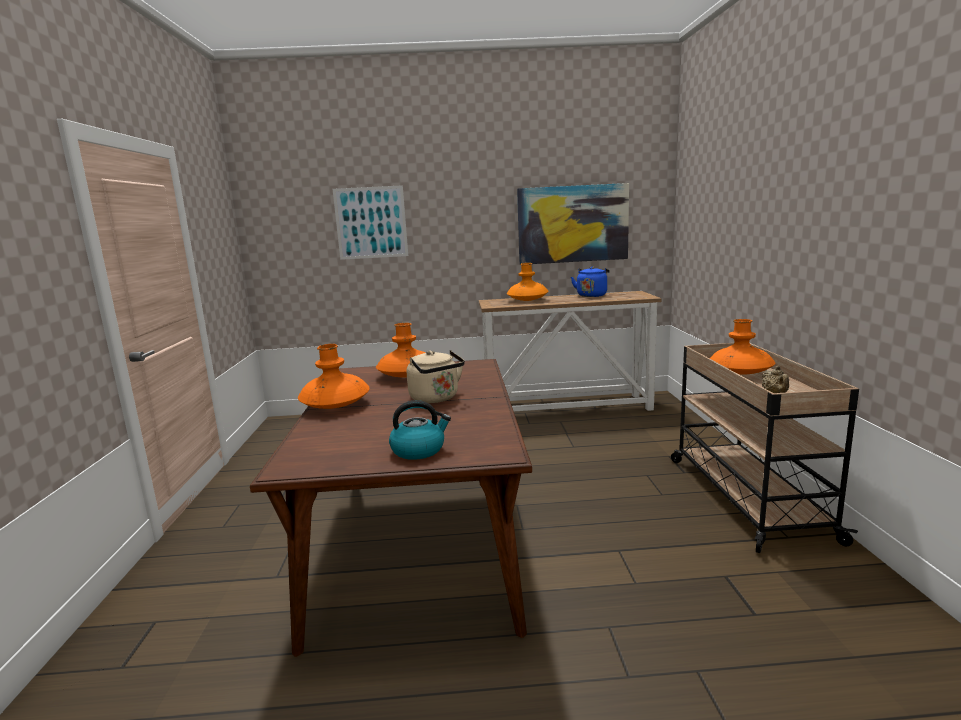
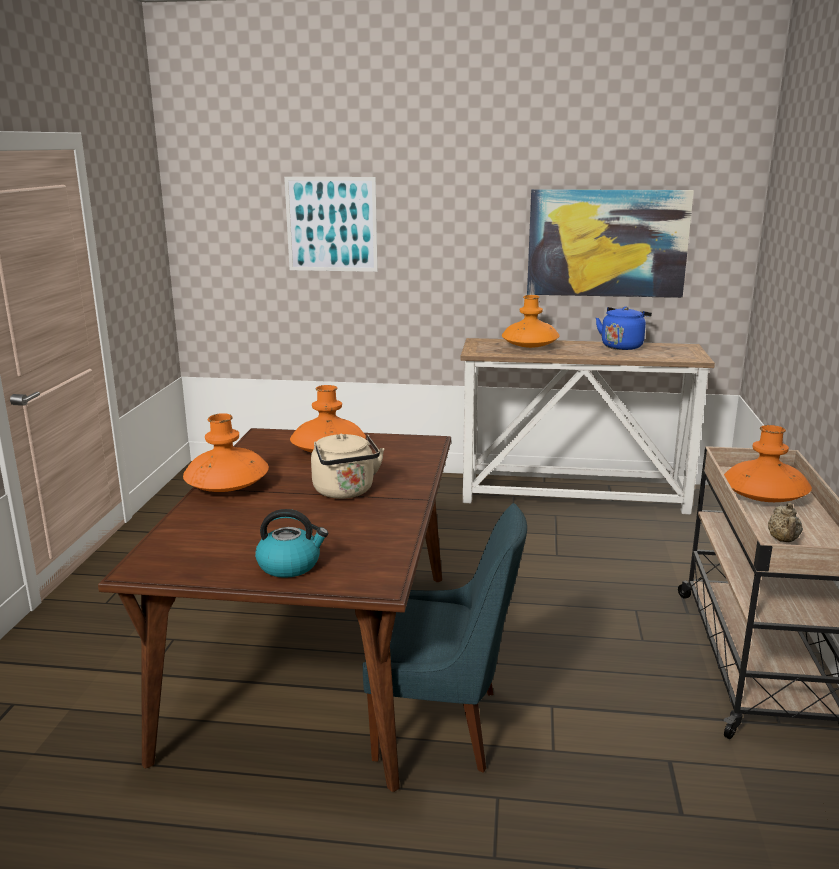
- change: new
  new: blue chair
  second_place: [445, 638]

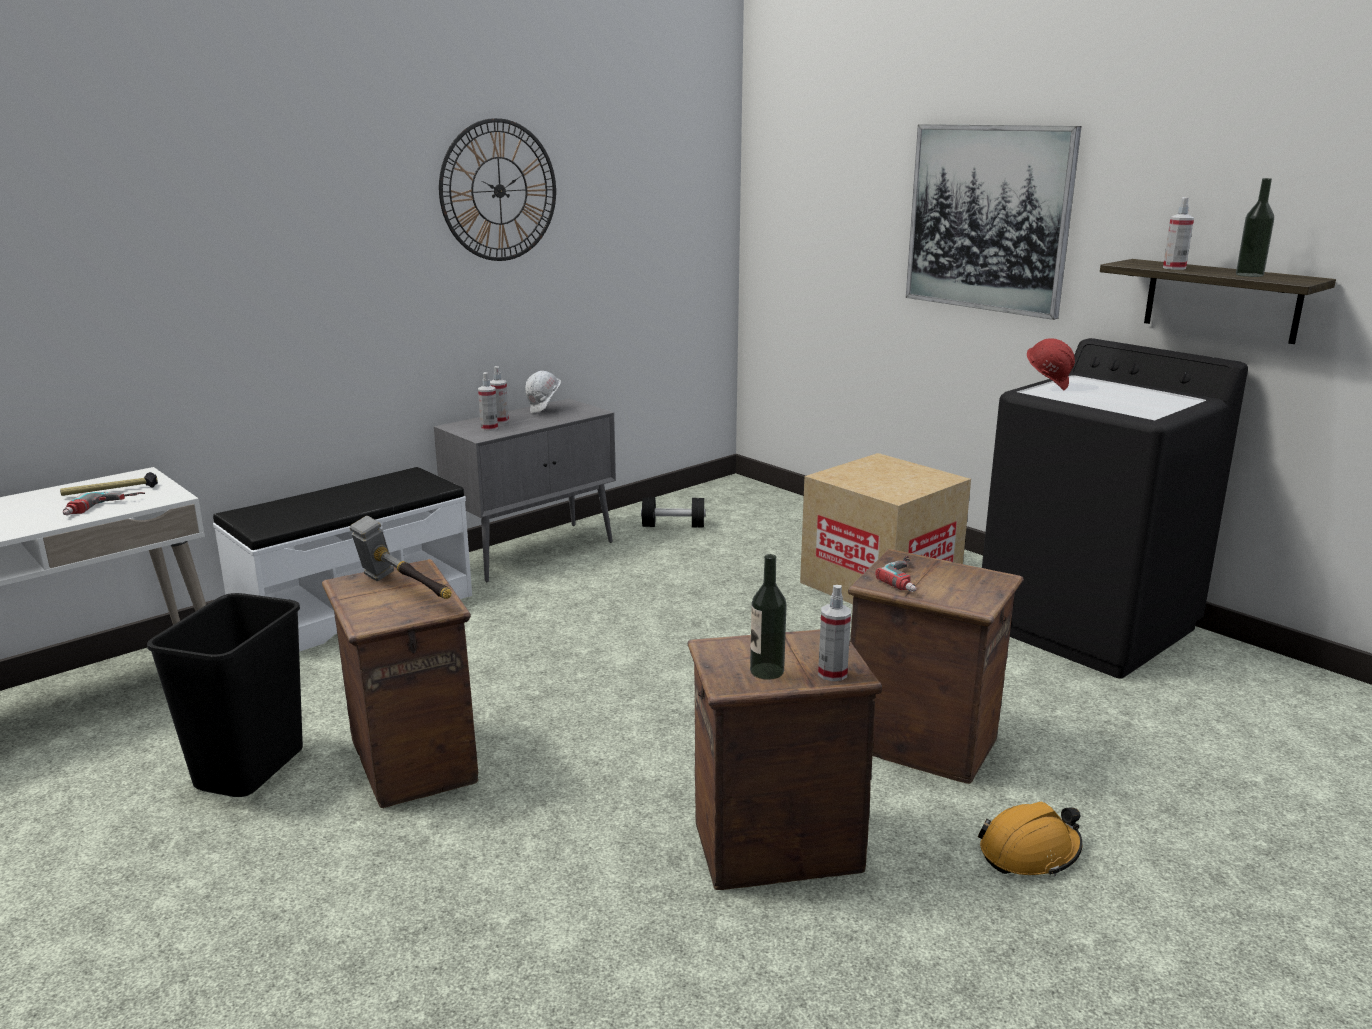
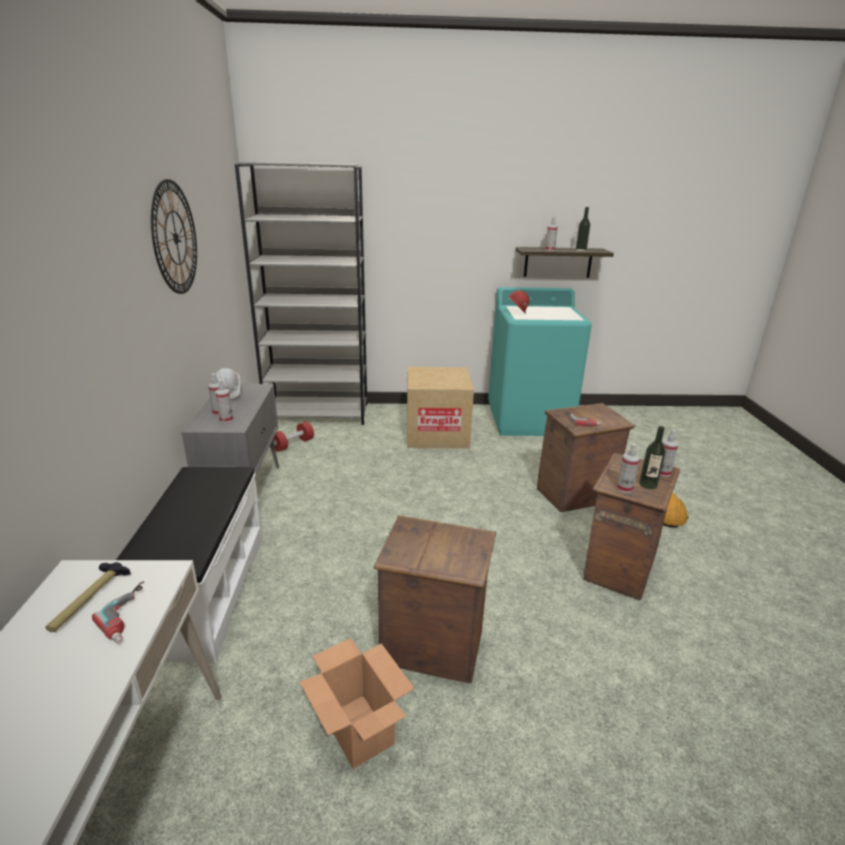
- change: gone
  old: hammer
  first_place: [401, 557]
- change: gone
  old: picture
  first_place: [994, 222]
- change: new
  new: grey bookcase
  second_place: [301, 293]
- change: new
  new: spray bottle
  second_place: [628, 468]
- change: swapped
  old: black trash can
  new: cardboard box
  first_place: [225, 695]
  second_place: [357, 703]
- change: repainted
  old: black dumbbell
  new: red dumbbell
  first_place: [673, 512]
  second_place: [293, 436]
- change: repainted
  old: black washing machine
  new: turquoise washing machine
  first_place: [1115, 508]
  second_place: [540, 361]

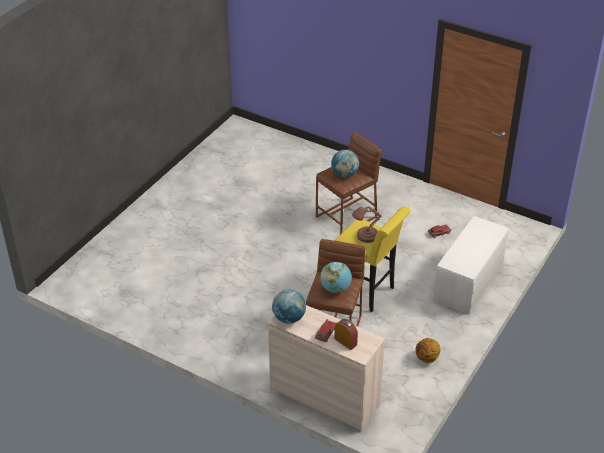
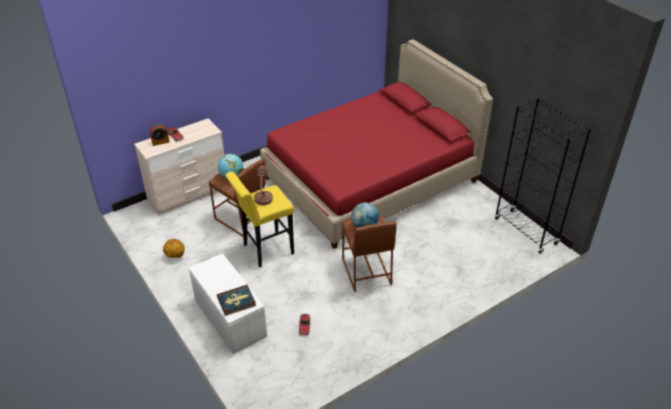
- change: gone
  old: globe
  first_place: [289, 306]
- change: new
  new: book
  second_place: [236, 300]
- change: new
  new: red bed
  second_place: [376, 144]
- change: new
  new: black bookcase
  second_place: [543, 176]

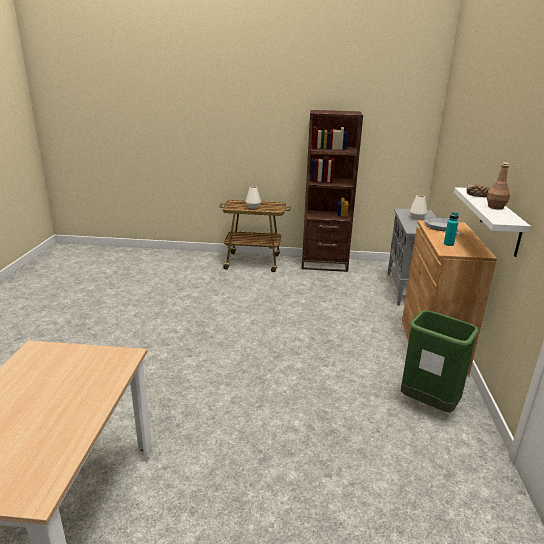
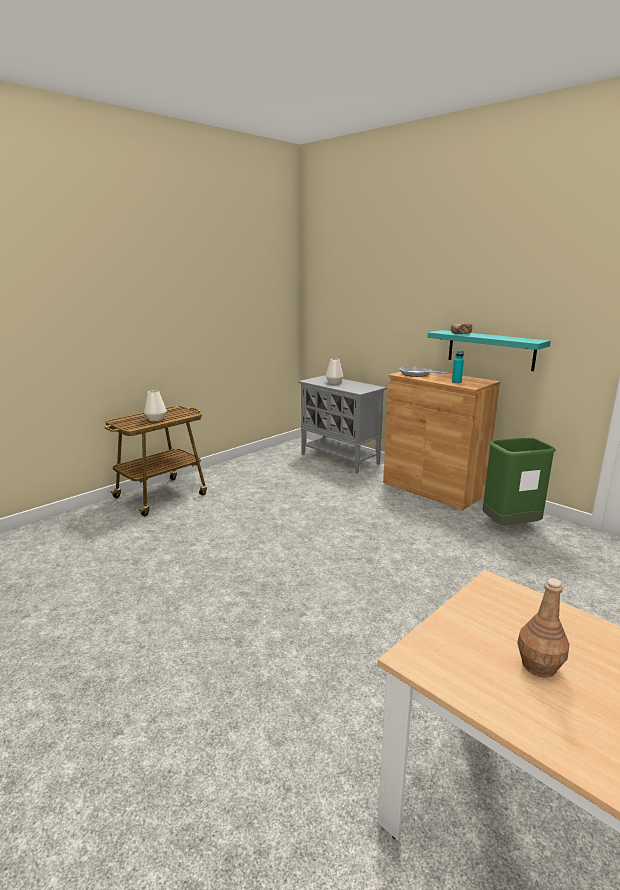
- change: gone
  old: brown bookcase
  first_place: [332, 191]
- change: shifted
  old: brown bottle
  first_place: [498, 185]
  second_place: [543, 628]
- change: repainted
  old: white shelf
  new: turquoise shelf
  first_place: [492, 222]
  second_place: [489, 350]

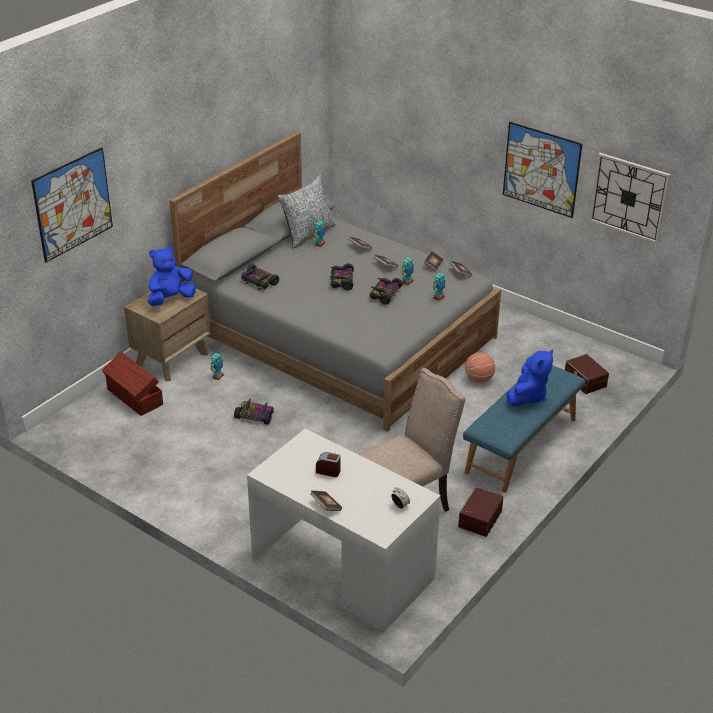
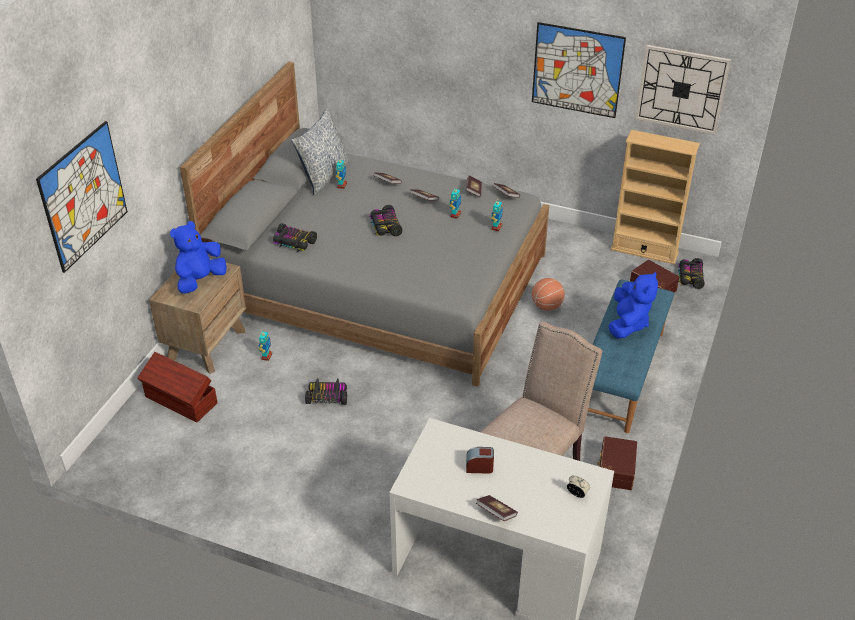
- change: new
  new: beige bookcase
  second_place: [655, 197]
- change: shifted
  old: toy car
  first_place: [385, 291]
  second_place: [691, 273]

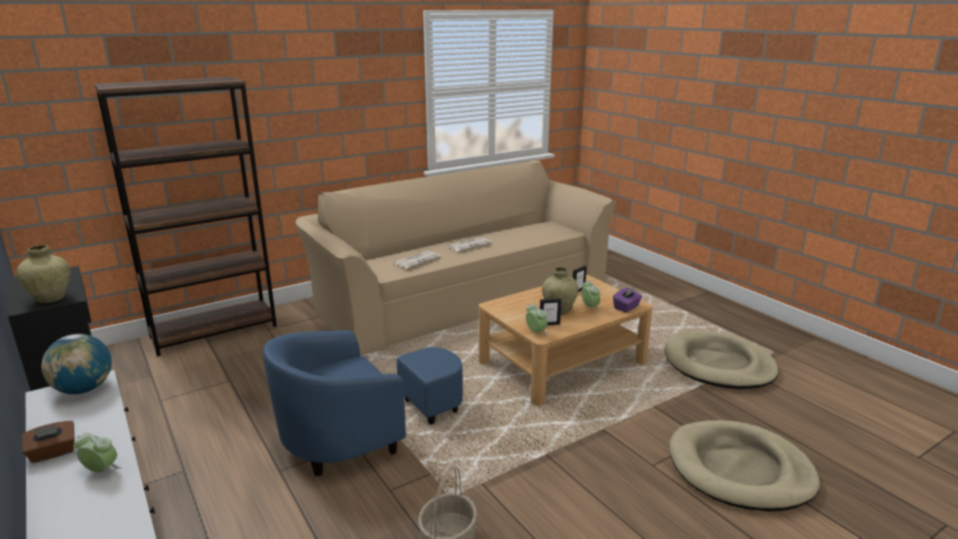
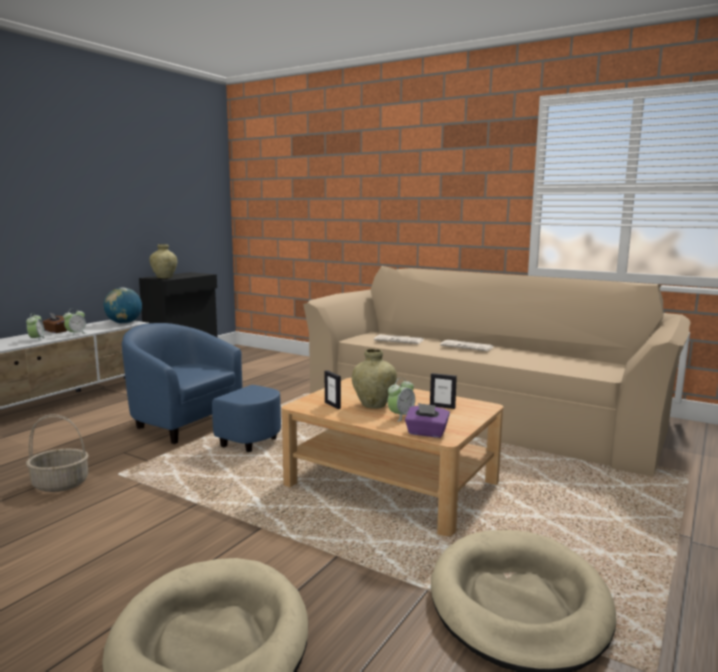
- change: gone
  old: brown bookcase
  first_place: [185, 216]
- change: shifted
  old: alarm clock
  first_place: [537, 319]
  second_place: [75, 322]

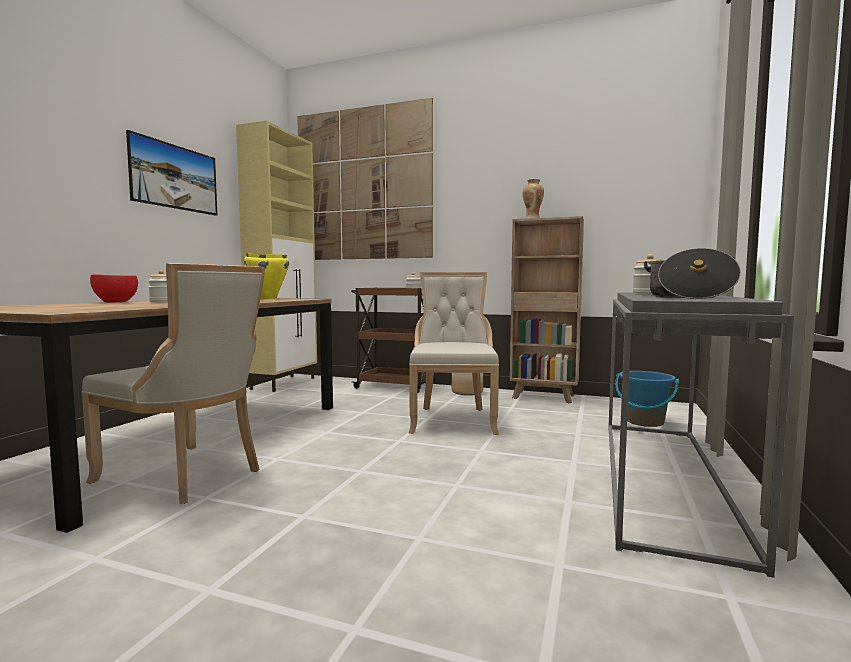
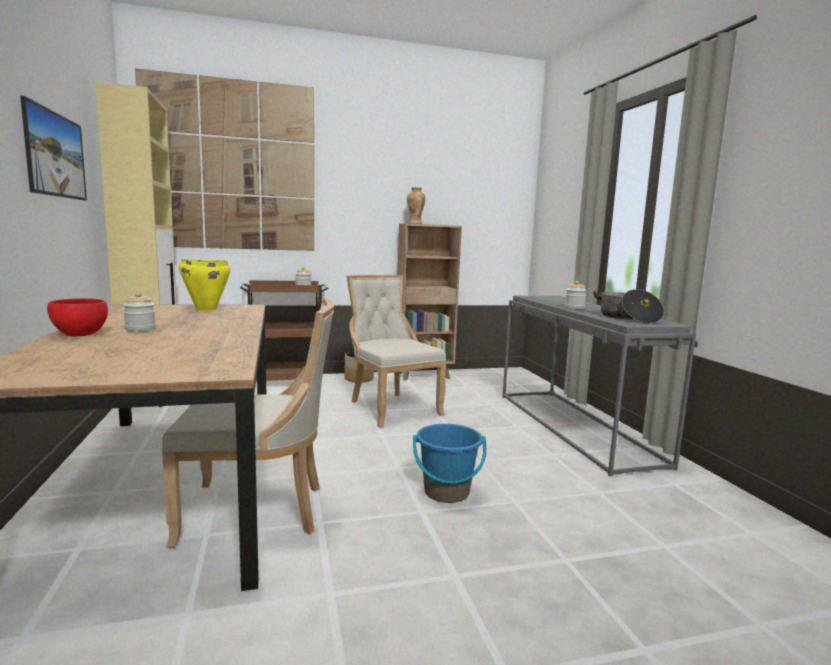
- change: shifted
  old: blue bucket
  first_place: [647, 399]
  second_place: [450, 463]

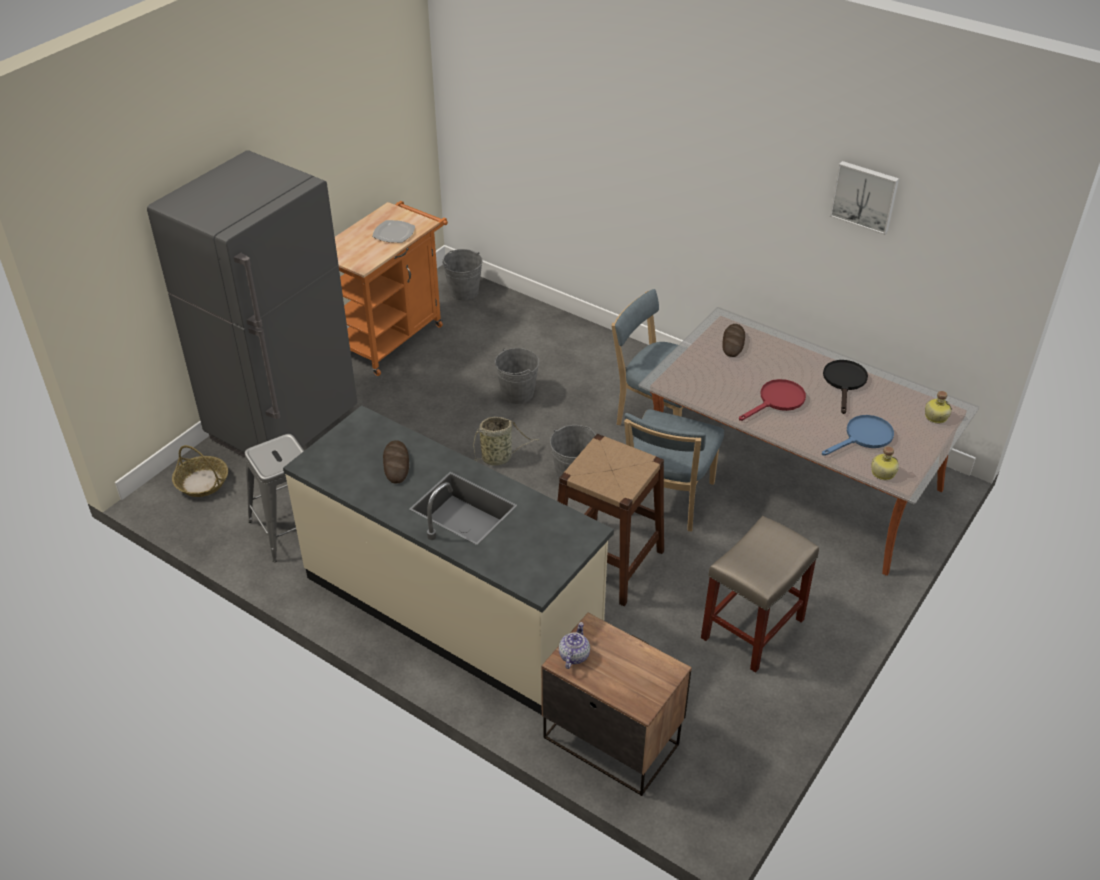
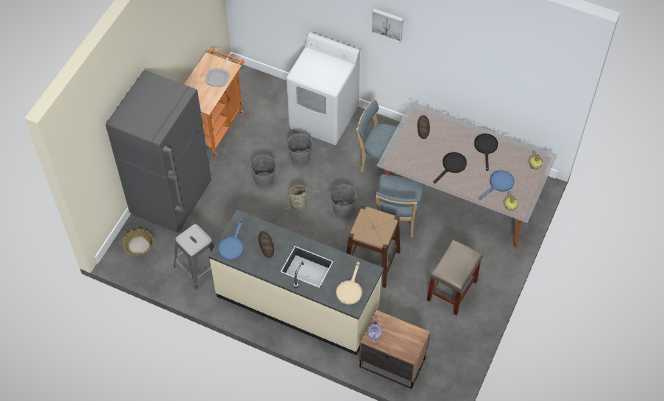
- change: new
  new: blue frying pan
  second_place: [231, 239]
- change: new
  new: white washing machine
  second_place: [323, 89]
- change: new
  new: beige frying pan
  second_place: [349, 283]
- change: shifted
  old: grey bucket
  first_place: [462, 274]
  second_place: [263, 171]
- change: shifted
  old: picture
  first_place: [864, 198]
  second_place: [387, 26]
- change: repainted
  old: red frying pan
  new: black frying pan
  first_place: [772, 400]
  second_place: [450, 167]

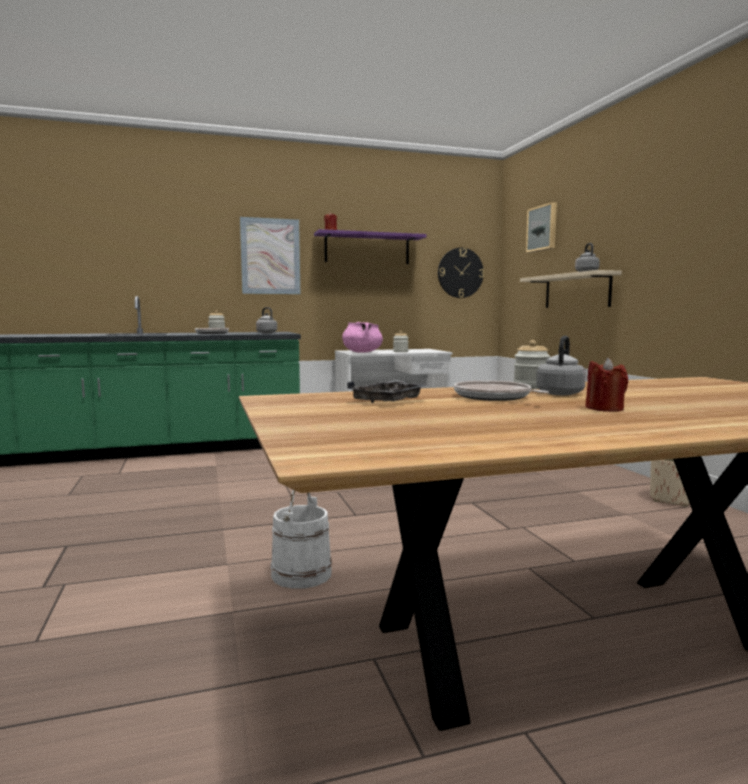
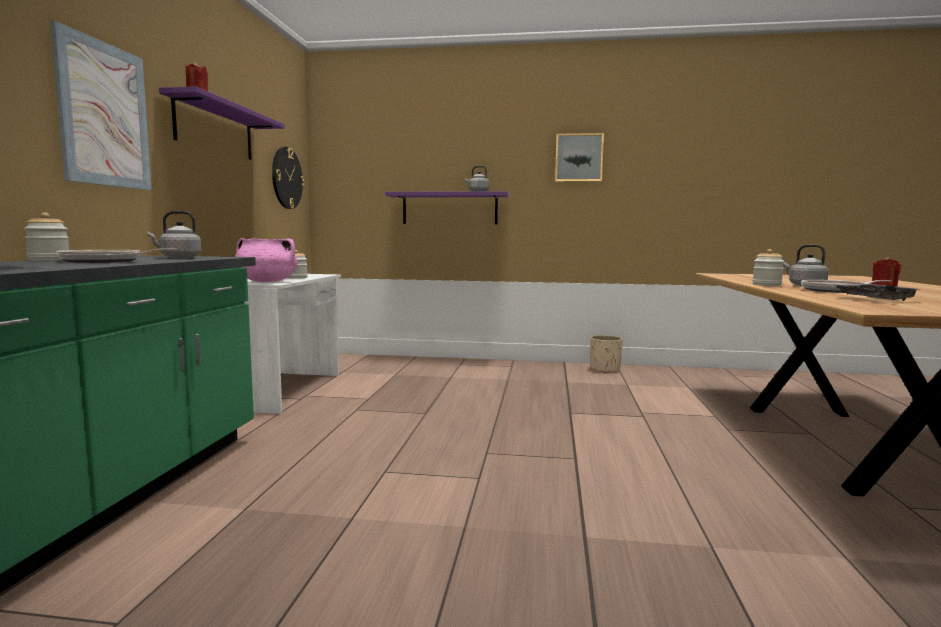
- change: gone
  old: white bucket
  first_place: [301, 539]
- change: shifted
  old: picture
  first_place: [541, 227]
  second_place: [579, 157]
- change: repainted
  old: beige shelf
  new: purple shelf
  first_place: [571, 289]
  second_place: [447, 207]

